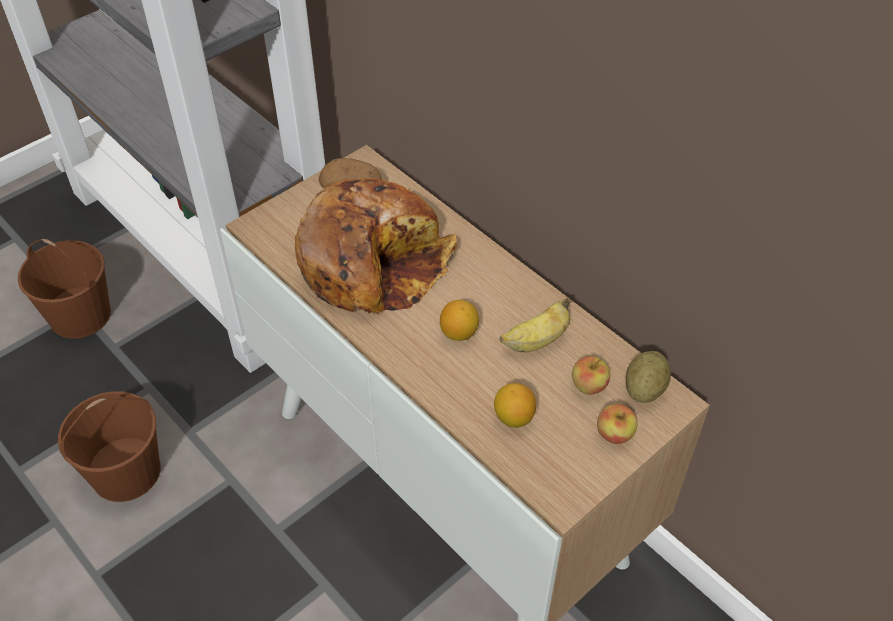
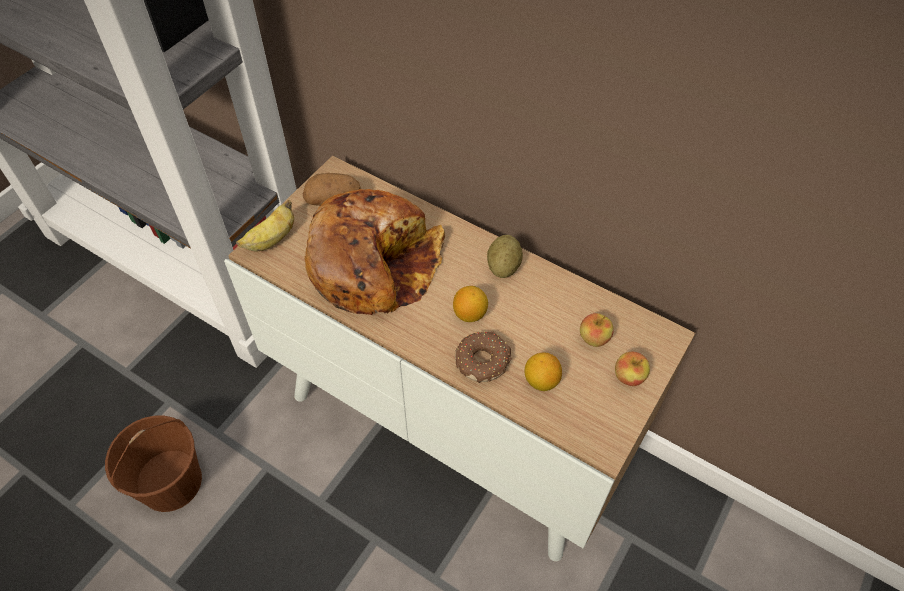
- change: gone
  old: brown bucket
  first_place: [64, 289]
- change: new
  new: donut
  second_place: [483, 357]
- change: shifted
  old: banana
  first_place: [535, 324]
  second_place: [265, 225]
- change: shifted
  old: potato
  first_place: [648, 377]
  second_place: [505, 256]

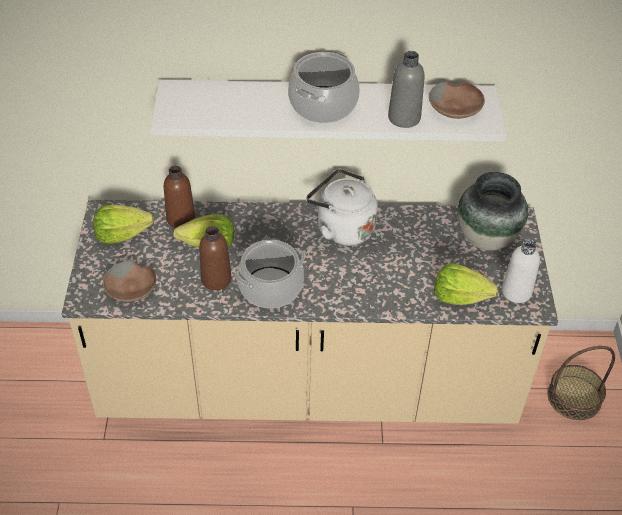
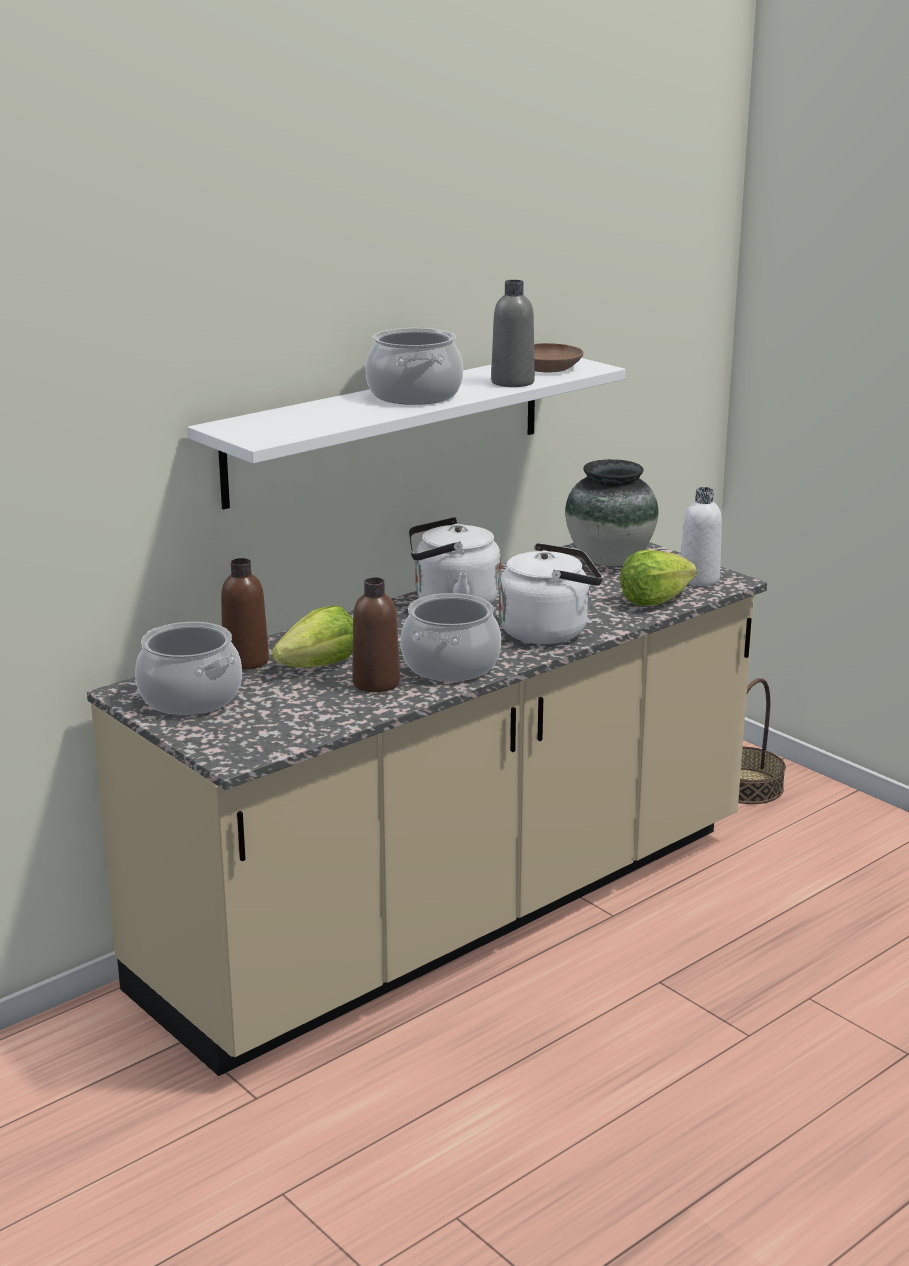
- change: gone
  old: brown bowl
  first_place: [129, 281]
- change: new
  new: white kettle
  second_place: [551, 593]
- change: swapped
  old: lettuce
  new: cooking pot
  first_place: [123, 224]
  second_place: [188, 668]

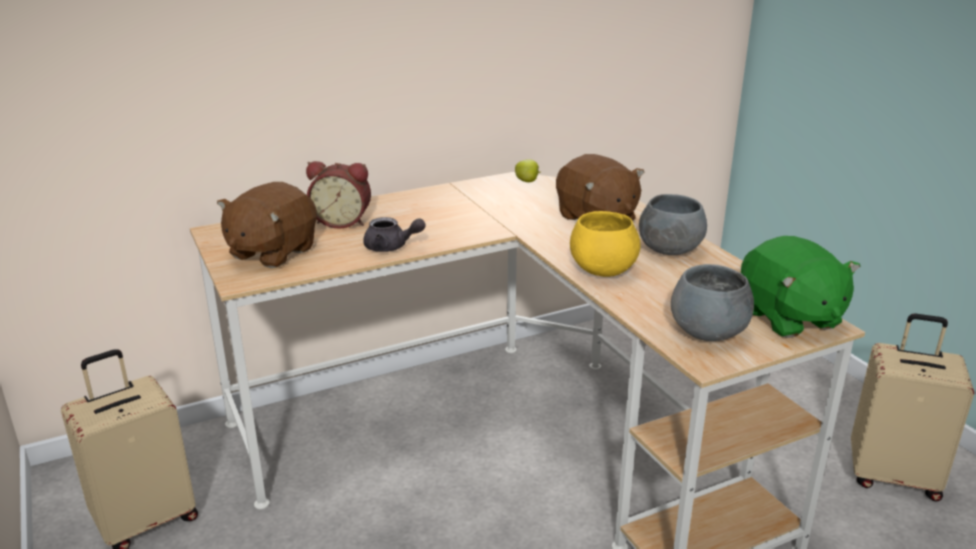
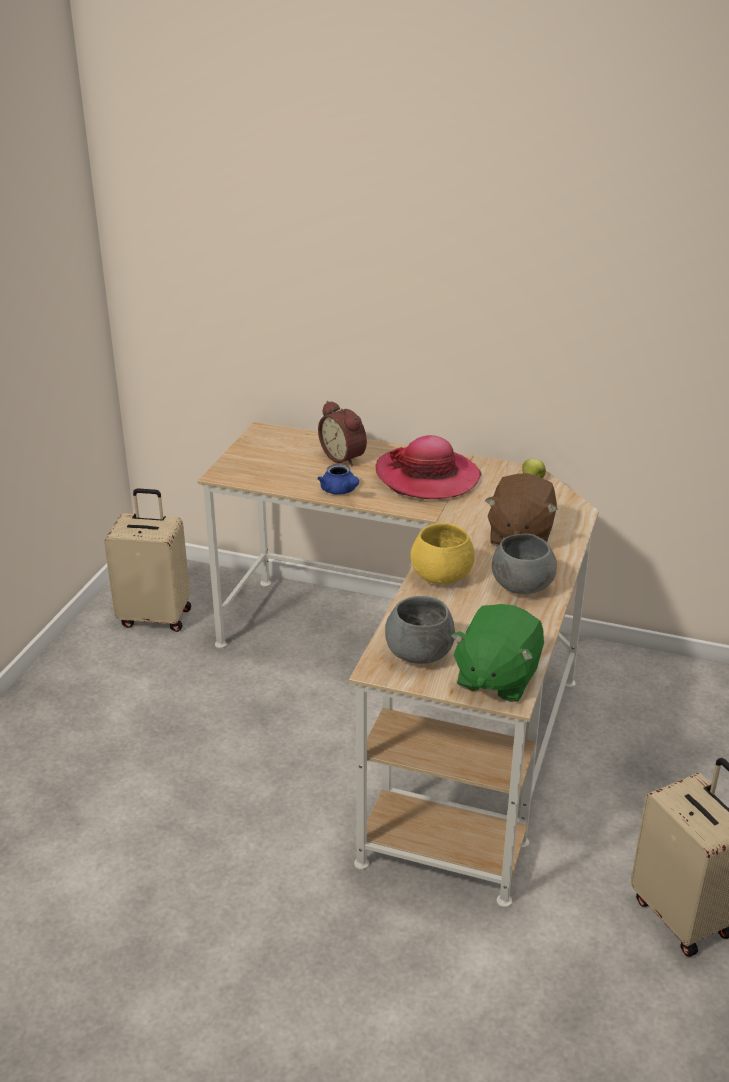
- change: gone
  old: brown plush toy
  first_place: [267, 225]
- change: new
  new: hat
  second_place: [428, 467]
- change: repainted
  old: grey teapot
  new: blue teapot
  first_place: [394, 234]
  second_place: [338, 479]

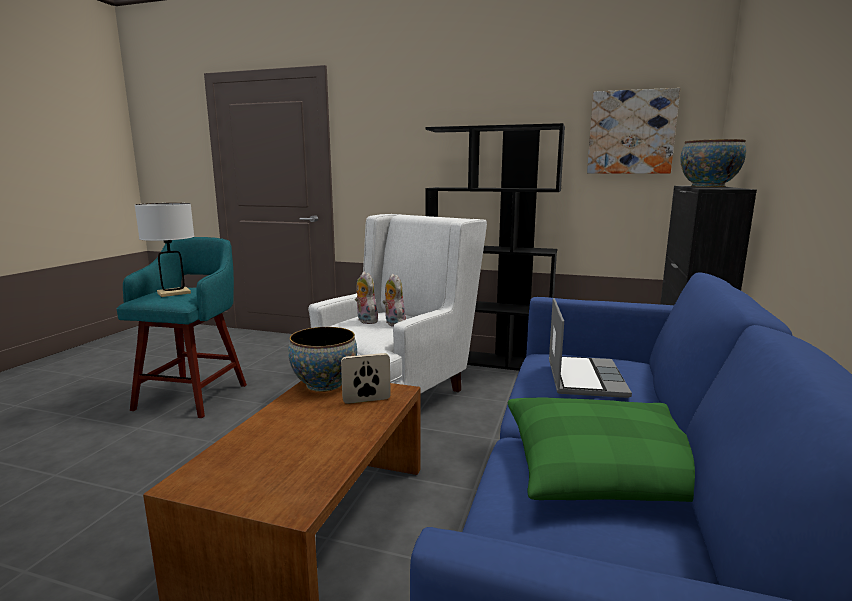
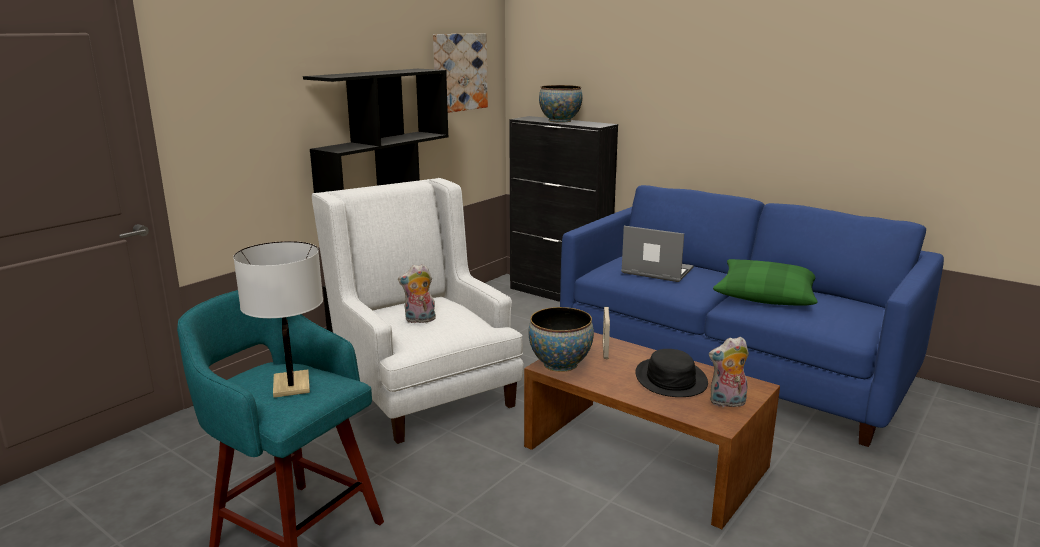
- change: new
  new: black hat
  second_place: [671, 373]
- change: shifted
  old: plush toy
  first_place: [394, 300]
  second_place: [729, 372]

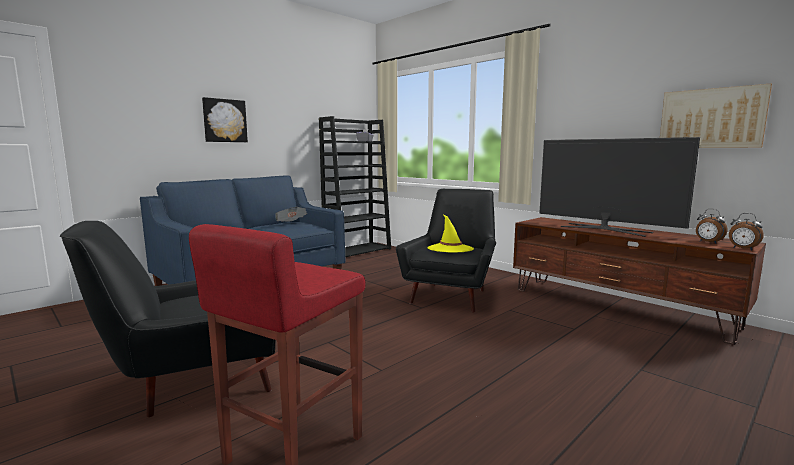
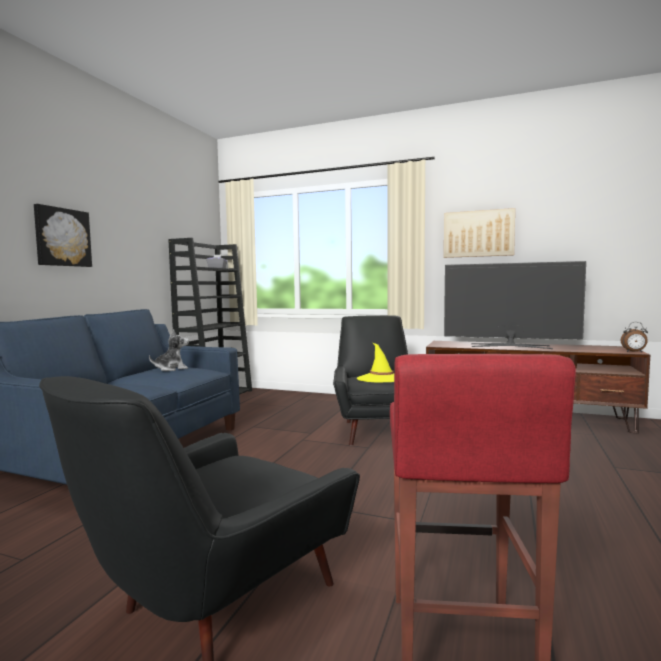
- change: gone
  old: alarm clock
  first_place: [712, 226]
- change: shifted
  old: picture
  first_place: [716, 116]
  second_place: [479, 233]
- change: swapped
  old: newspaper
  new: plush toy
  first_place: [291, 214]
  second_place: [169, 350]

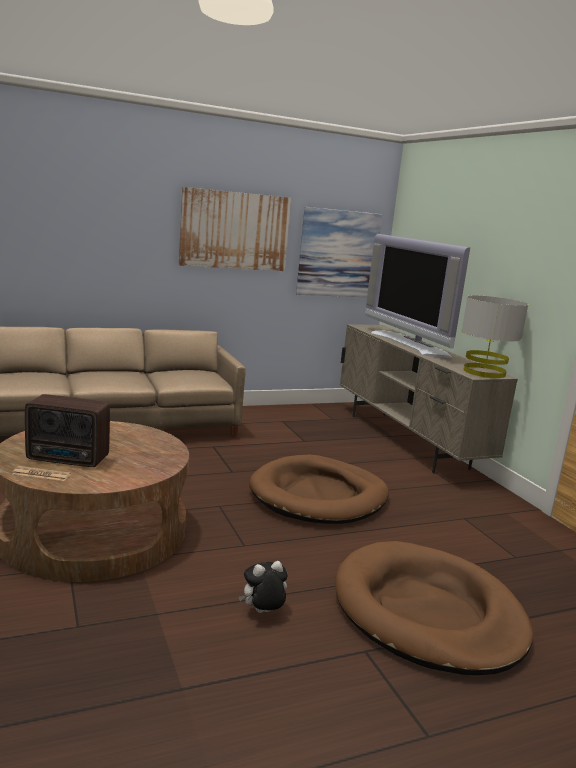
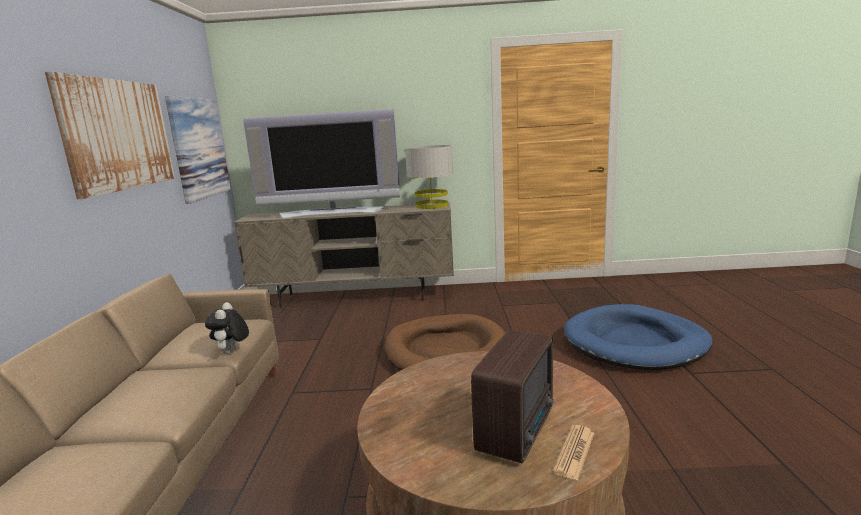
- change: shifted
  old: plush toy
  first_place: [263, 587]
  second_place: [227, 328]
- change: repainted
  old: brown dog bed
  new: blue dog bed
  first_place: [434, 608]
  second_place: [638, 337]

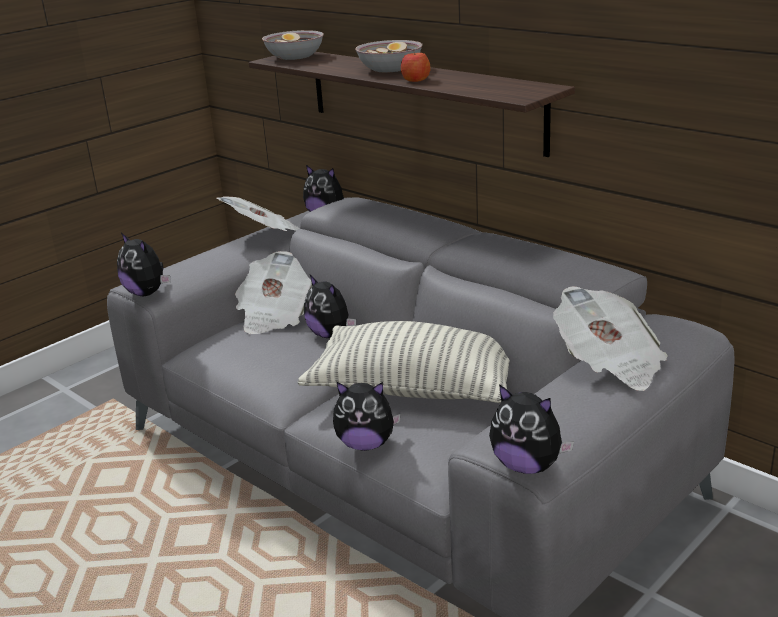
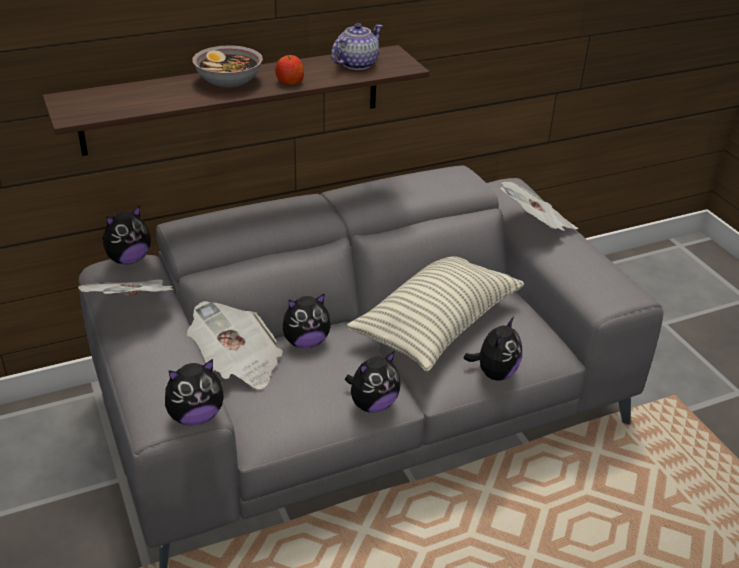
- change: gone
  old: bowl
  first_place: [293, 45]
- change: new
  new: teapot
  second_place: [357, 46]
- change: shifted
  old: plush toy
  first_place: [531, 429]
  second_place: [372, 382]

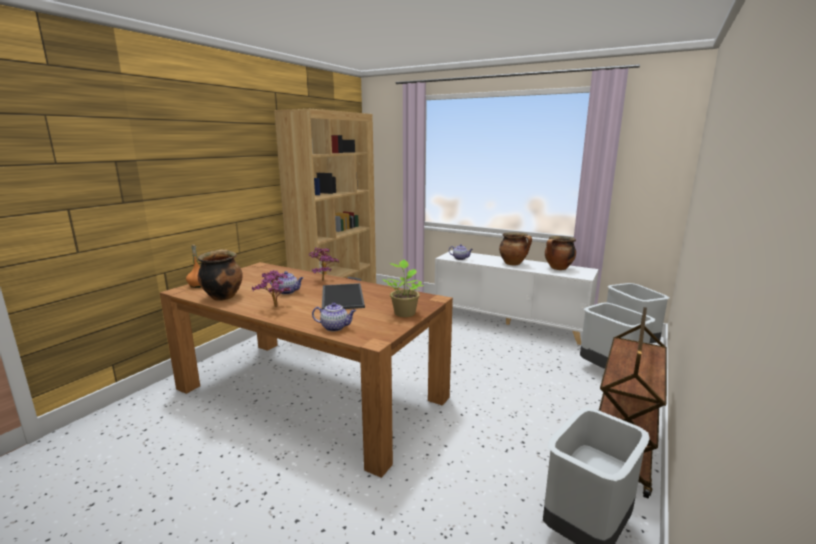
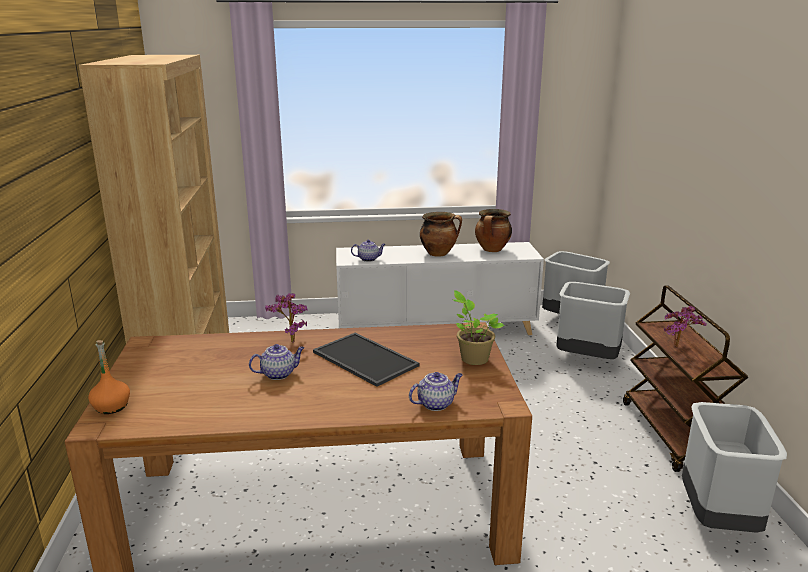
- change: gone
  old: cooking pot
  first_place: [220, 275]
- change: shifted
  old: potted plant
  first_place: [271, 288]
  second_place: [685, 326]

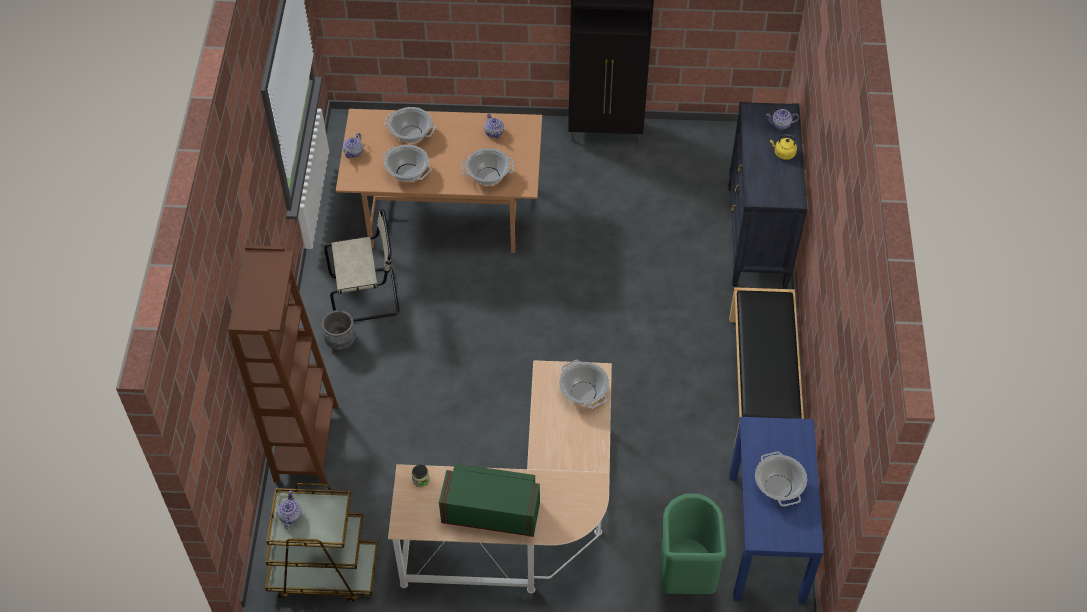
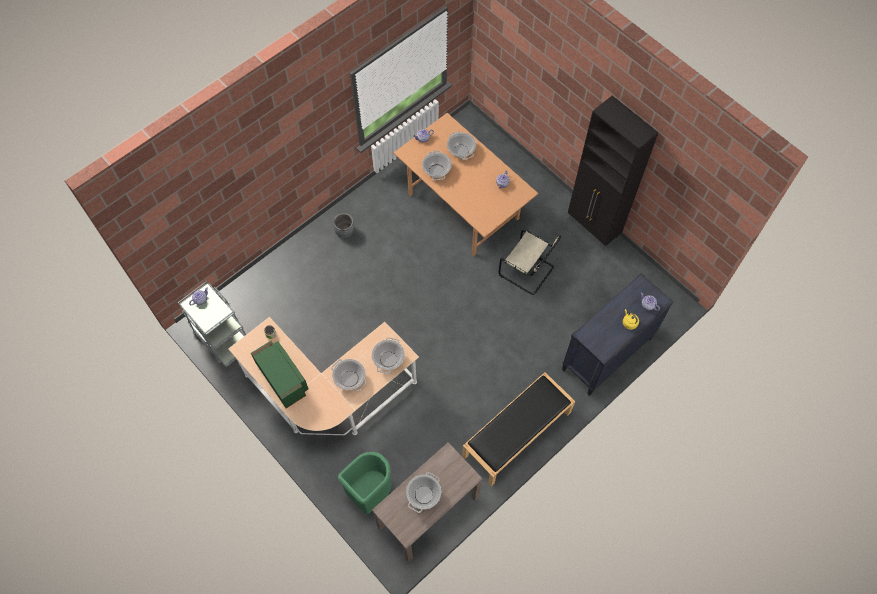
- change: gone
  old: brown bookcase
  first_place: [283, 364]
- change: shifted
  old: beige chair
  first_place: [361, 265]
  second_place: [529, 262]
- change: shifted
  old: cooking pot
  first_place: [488, 166]
  second_place: [349, 375]
- change: repainted
  old: brown cart
  new: grey cart
  first_place: [321, 542]
  second_place: [211, 324]
- change: repainted
  old: blue console table
  new: brown console table
  first_place: [776, 510]
  second_place: [427, 502]

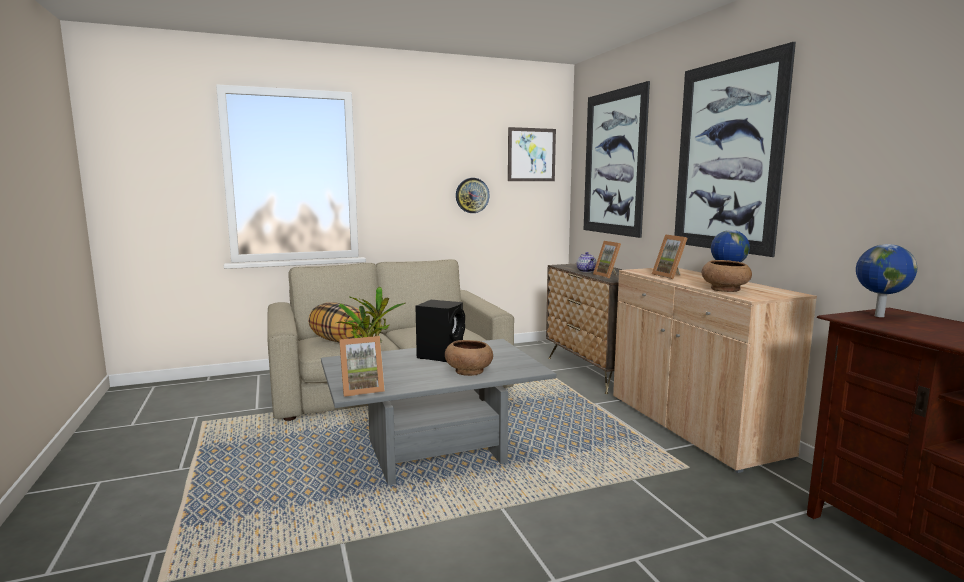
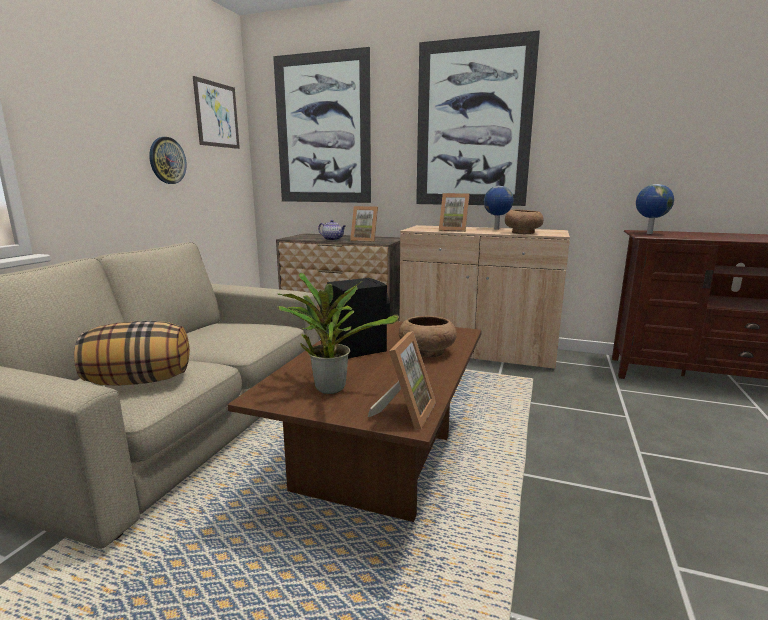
- change: repainted
  old: grey coffee table
  new: brown coffee table
  first_place: [438, 412]
  second_place: [355, 421]

